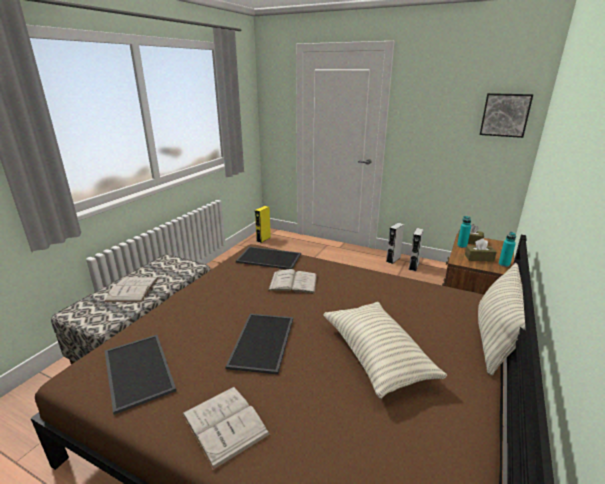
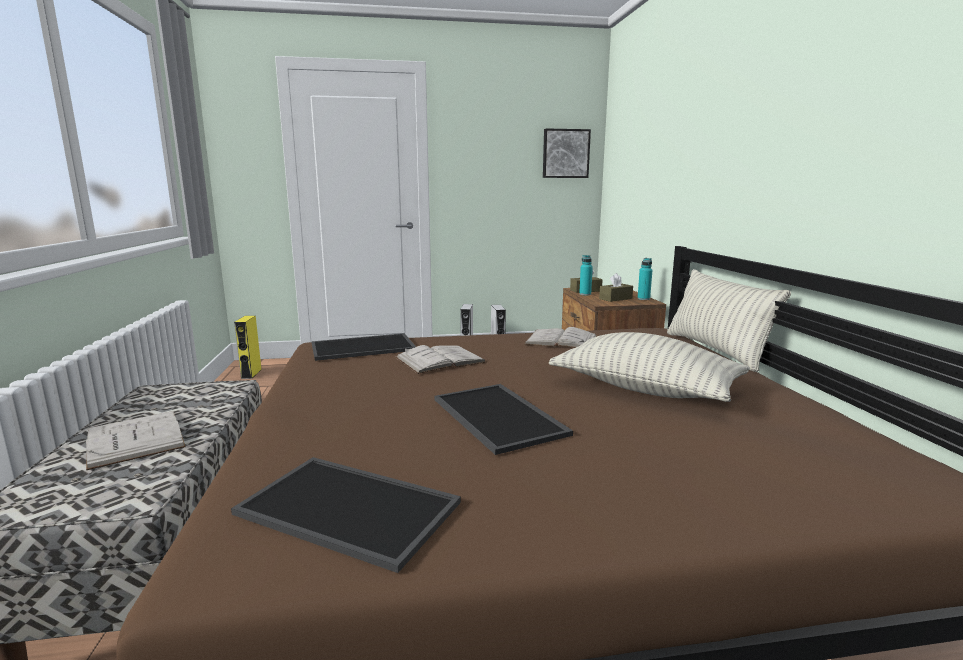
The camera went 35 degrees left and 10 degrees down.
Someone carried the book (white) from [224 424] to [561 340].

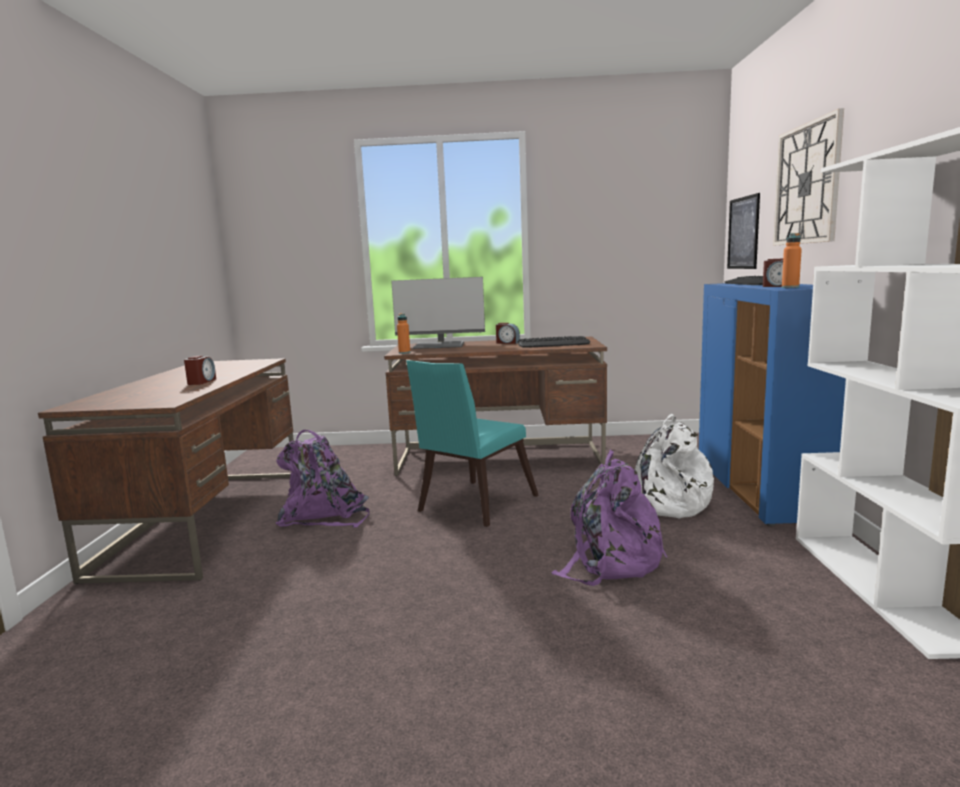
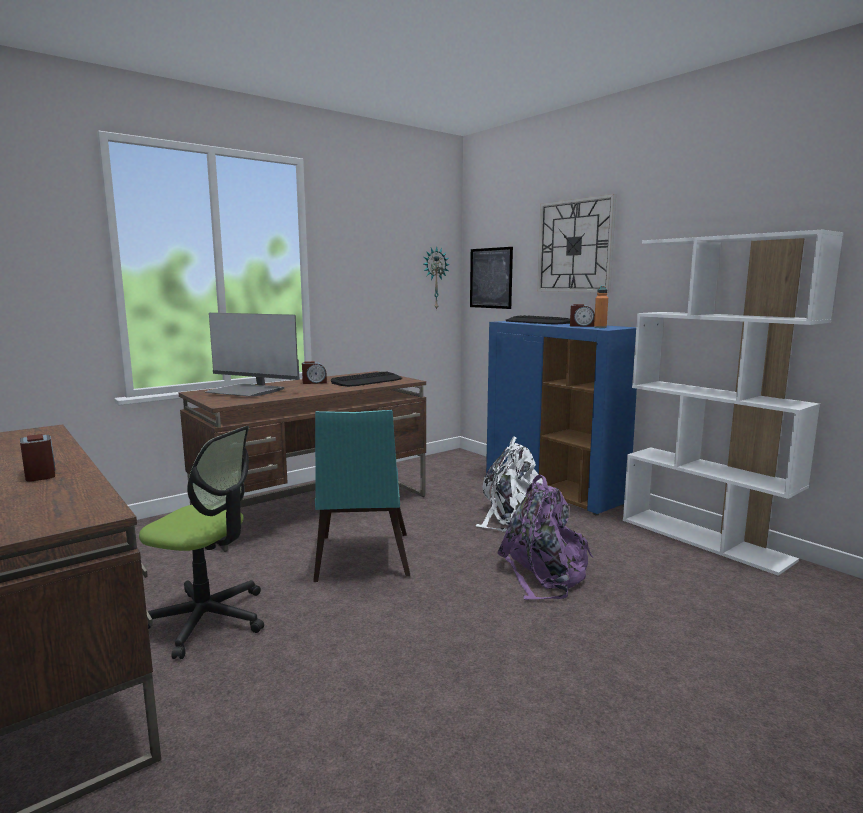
The camera went 40 degrees left and 0 degrees up.
Someone took away the bottle (orange) at [404 352].
Someone put up the wall clock at [434 278].
Someone swapped the backpack (purple) at [324 515] for the office chair at [207 620].
Someone rotated the monitor at [439 346] by 60 degrees clockwise.

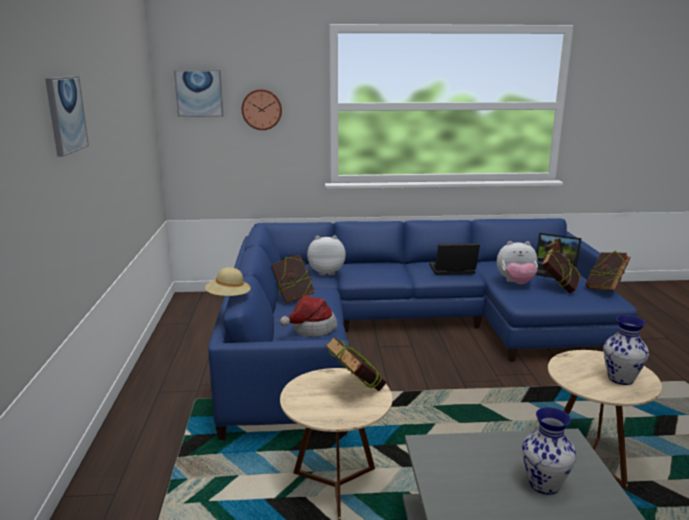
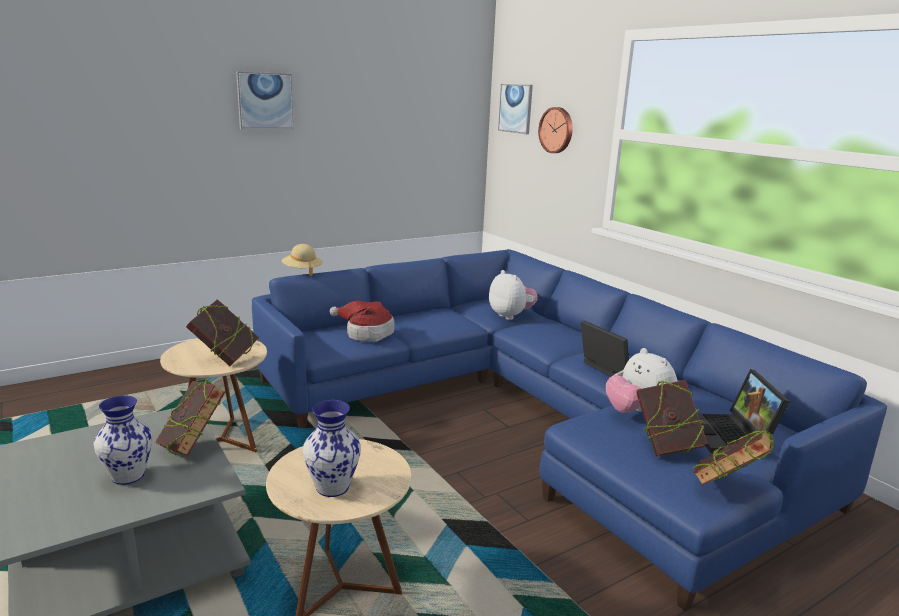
The camera went 60 degrees right and 0 degrees up.
Someone carried the book from [293 297] to [193 447].

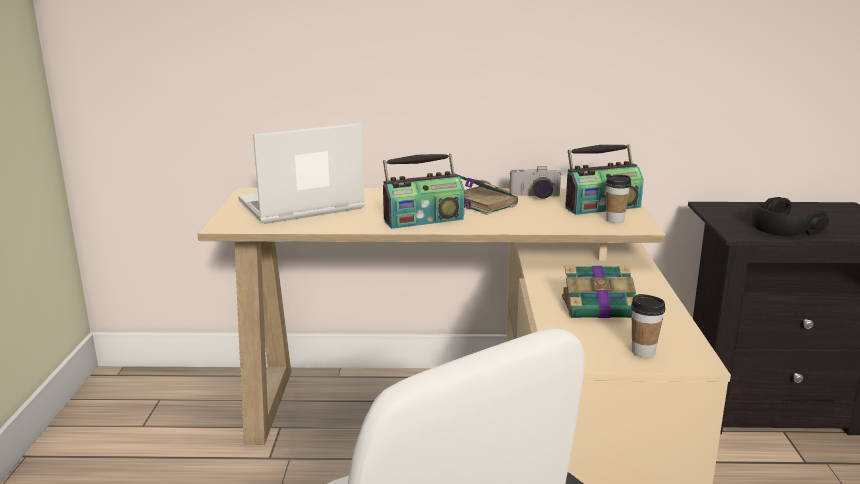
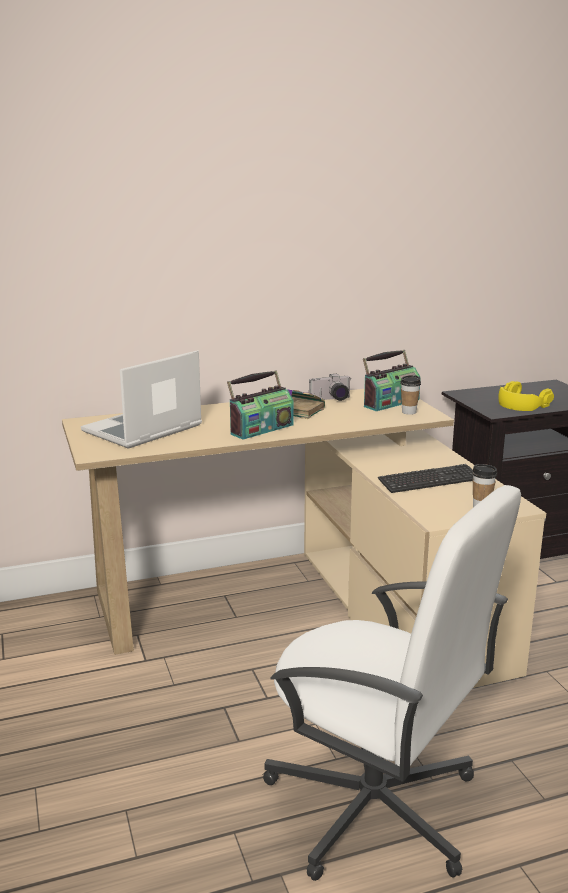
The camera went 20 degrees left and 0 degrees up.
Someone swapped the book at [600 307] for the keyboard at [429 481].
Someone repainted the headphones (black) at [783 226], which became the headphones (yellow) at [522 404].

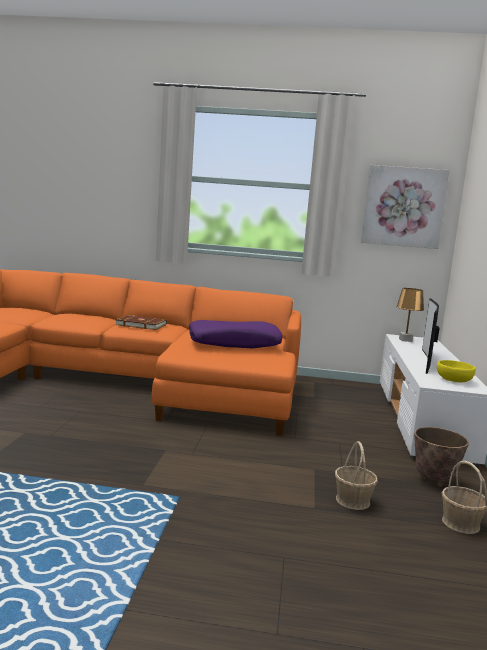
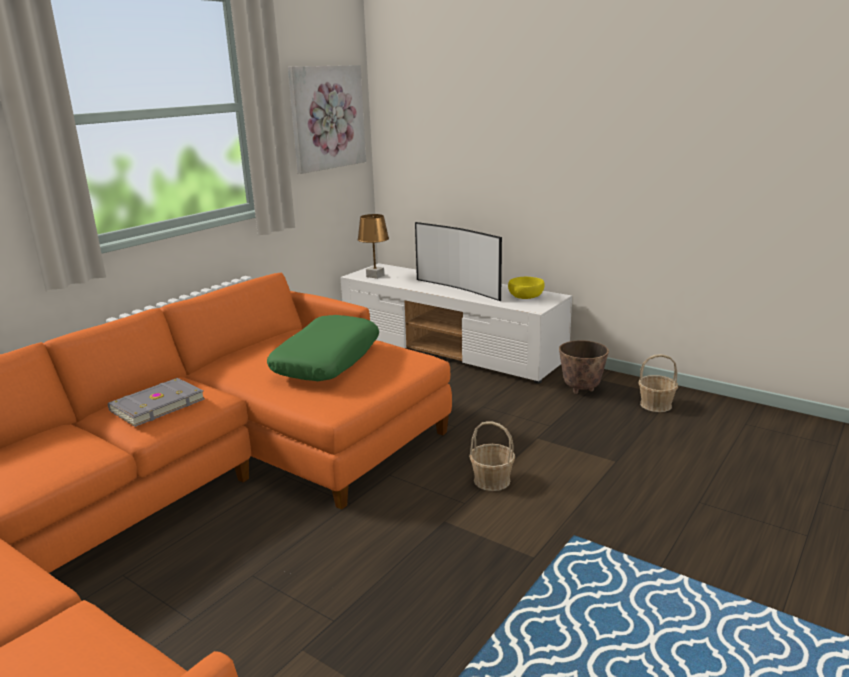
The camera went 60 degrees left and 10 degrees up.
Someone carried the basket from [353 500] to [491 480].
Someone repainted the book (brown) at [141 325], which became the book (grey) at [156 405].
Someone repainted the pillow (purple) at [234 343], which became the pillow (green) at [326 360].

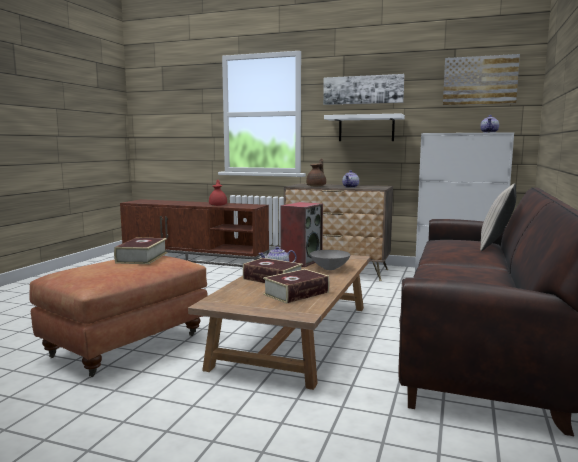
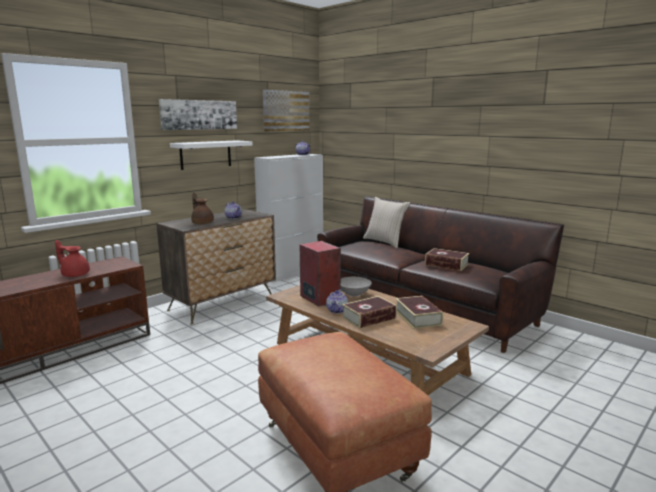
The camera went 65 degrees left and 5 degrees up.
Someone carried the book from [142 258] to [446 264].

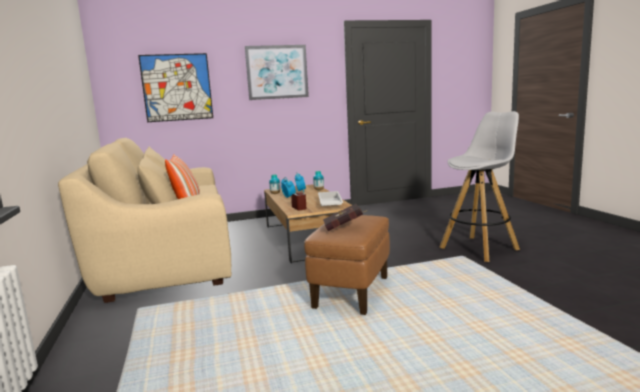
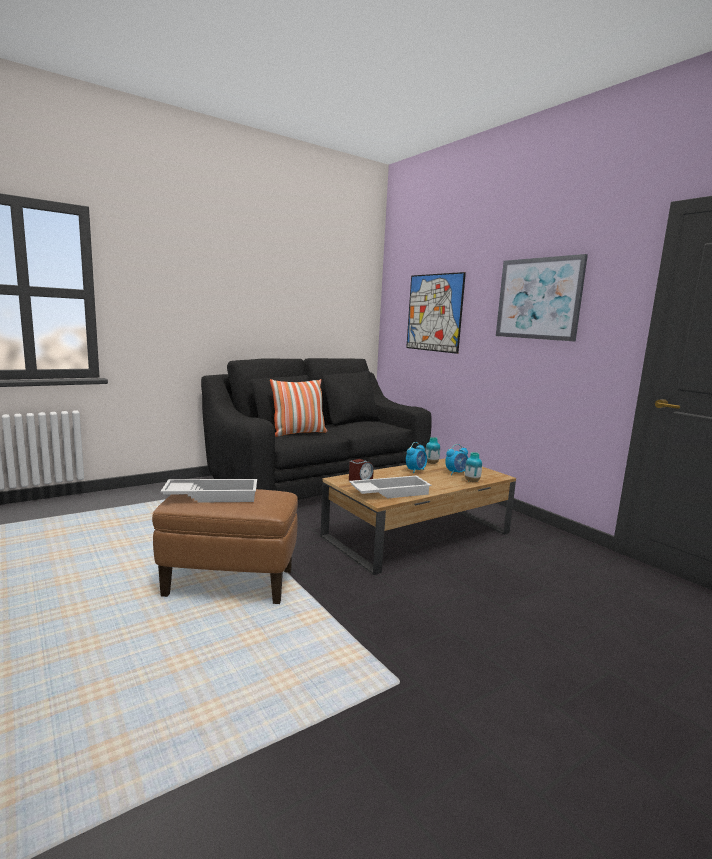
The camera went 70 degrees right and 0 degrees up.
Someone took away the stool (white) at [479 248].
Someone swapped the book (red) at [345 228] for the tray (white) at [212 496].
Someone repainted the sofa (beige) at [167 258], which became the sofa (black) at [317 481].

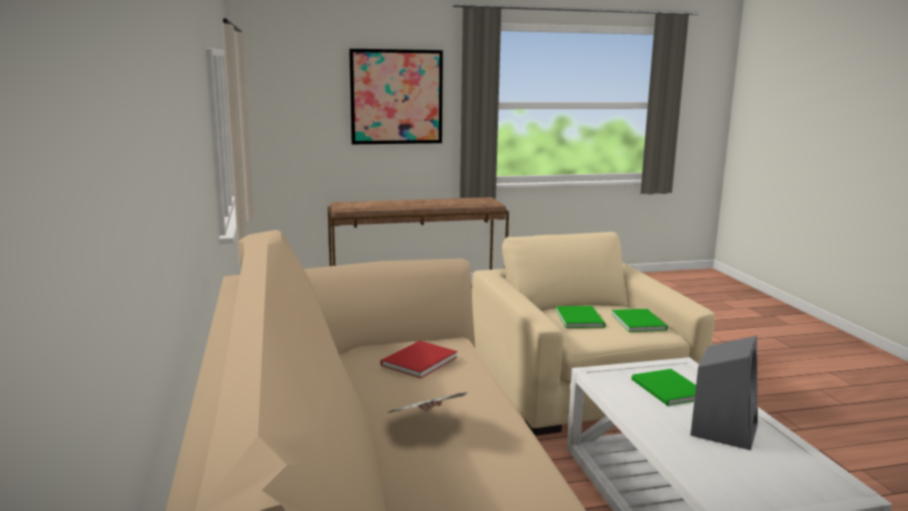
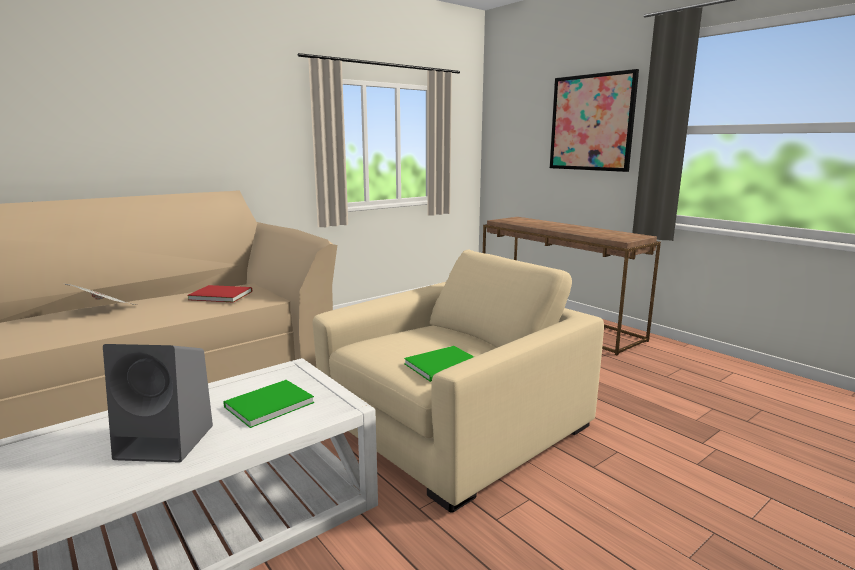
The camera went 65 degrees right and 0 degrees up.
Someone took away the book (green) at [580 318].

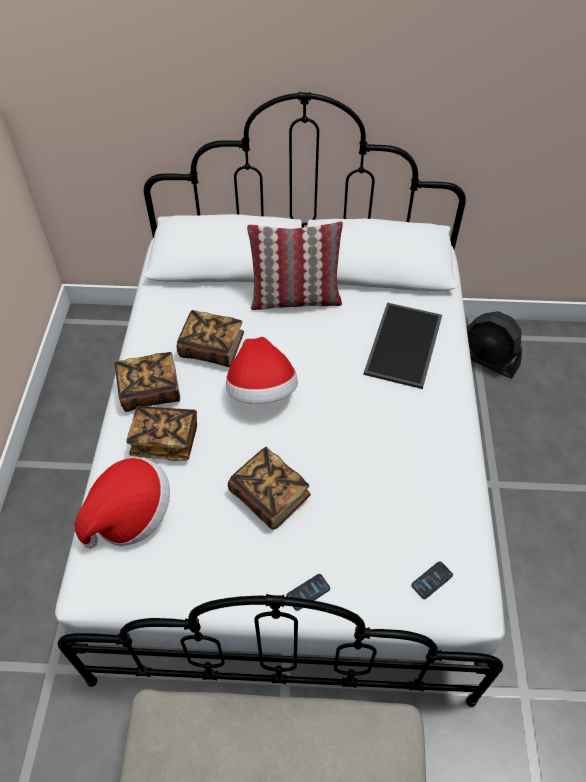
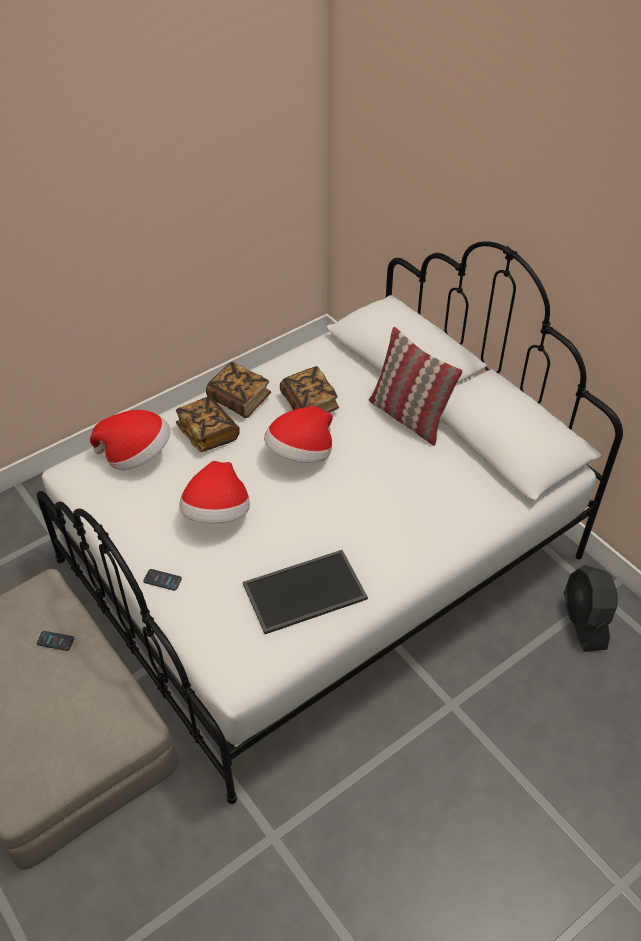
The camera went 50 degrees right and 5 degrees down.
Someone carried the tray from [405 346] to [304 593].
Someone carried the phone from [432 580] to [55 641].
Someone swapped the book at [269 496] for the hat at [217 514].

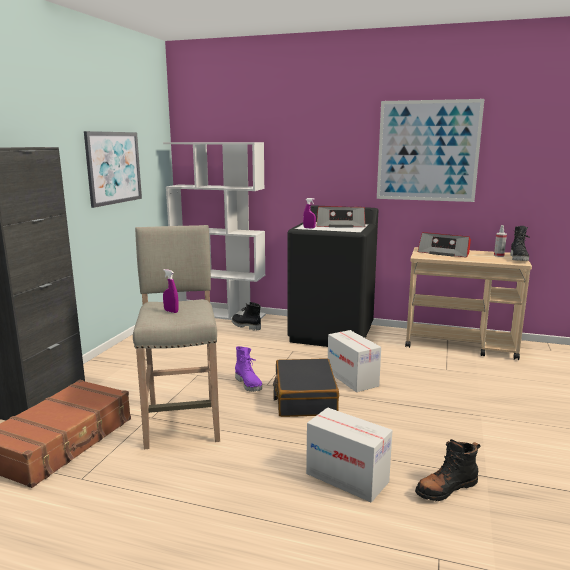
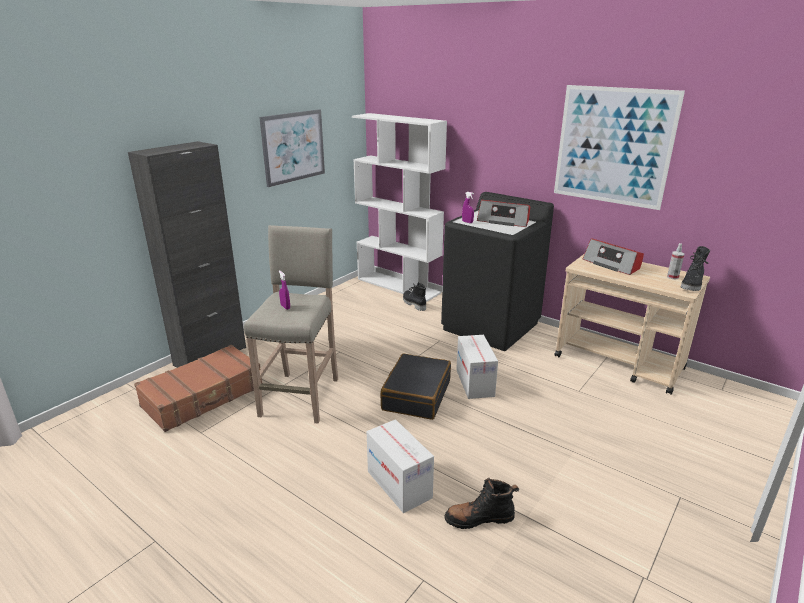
The camera went 20 degrees right and 10 degrees up.
Someone took away the boot (purple) at [249 384].

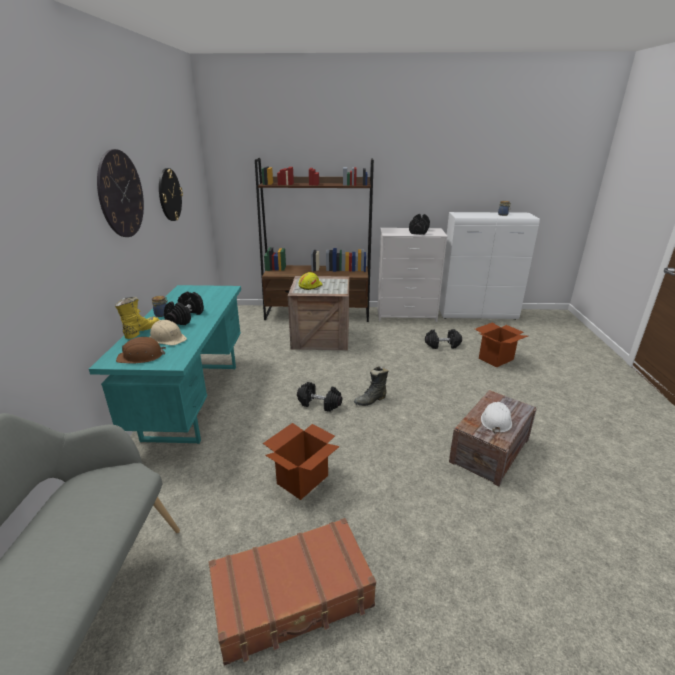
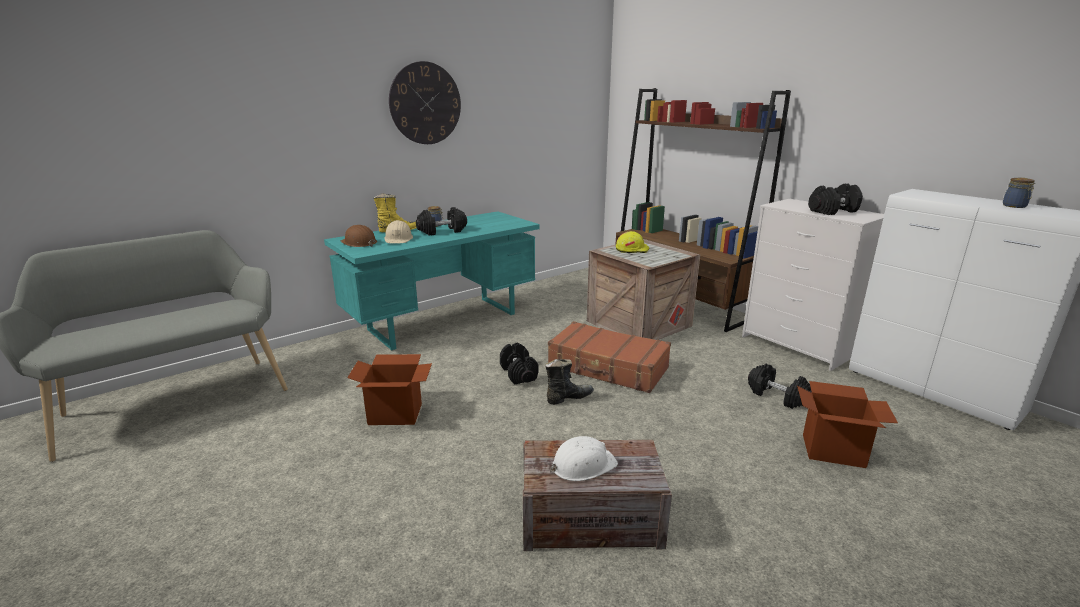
The camera went 50 degrees right and 5 degrees down.
Someone took away the wall clock at [169 195].
Someone carried the suitcase (brown) from [293 597] to [608 368].
Someone rotated the boot (black) at [371 400] by 135 degrees clockwise.

